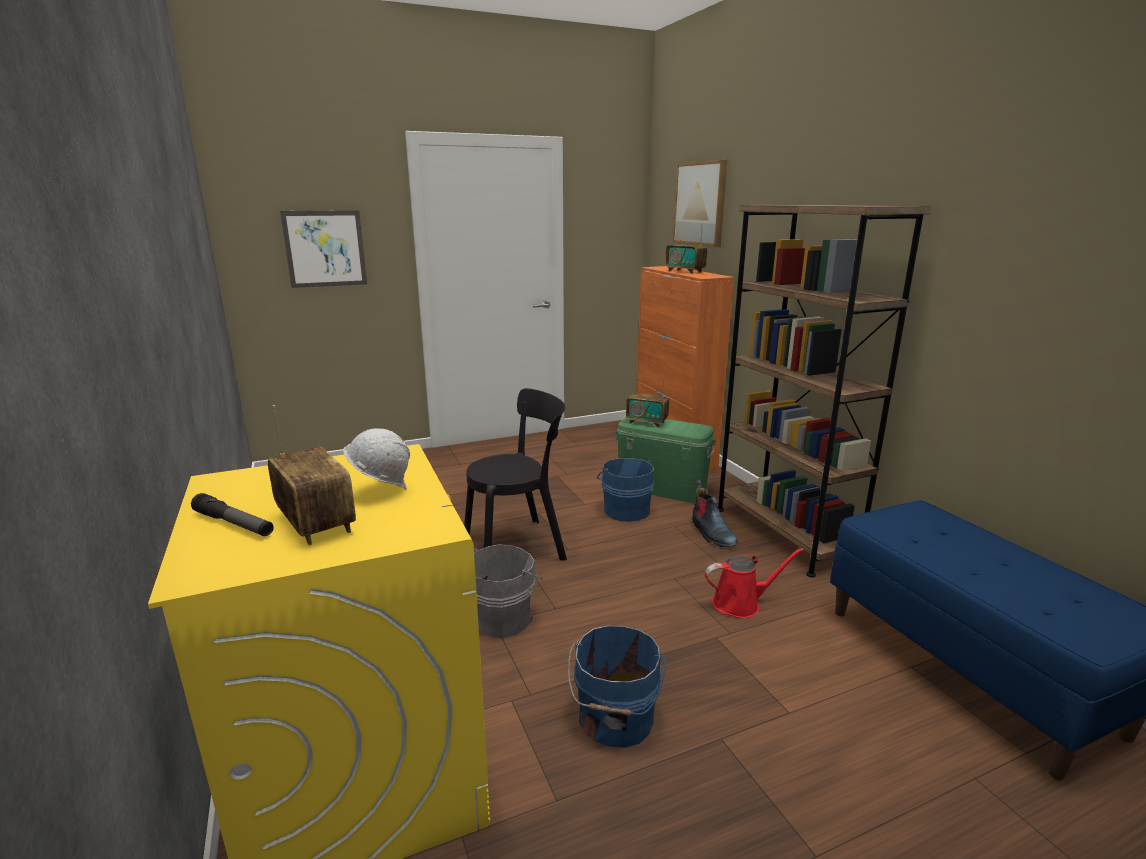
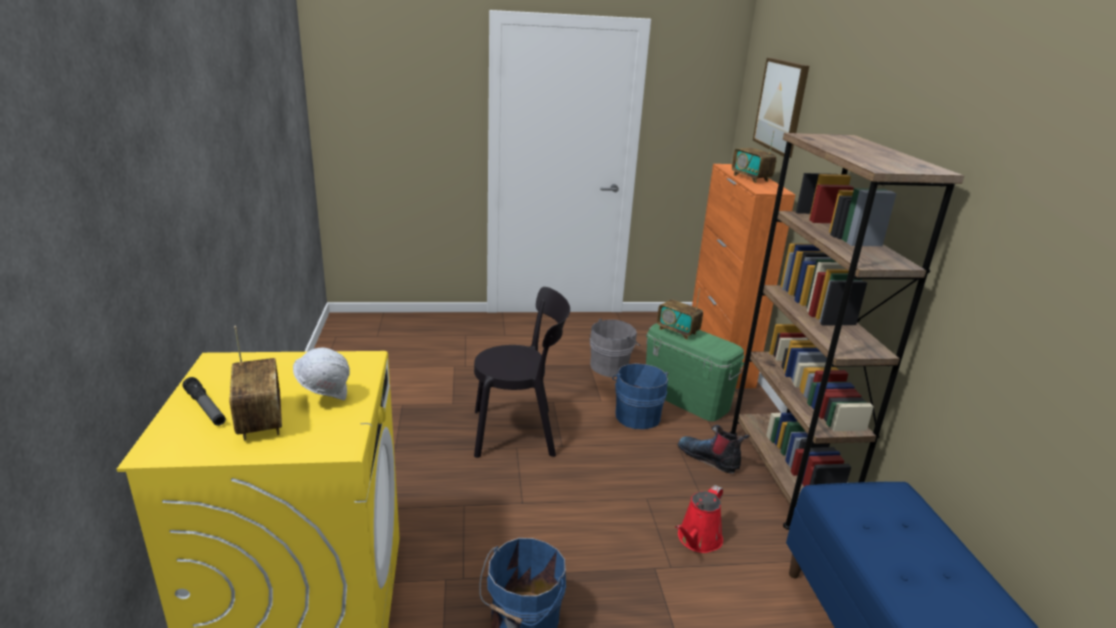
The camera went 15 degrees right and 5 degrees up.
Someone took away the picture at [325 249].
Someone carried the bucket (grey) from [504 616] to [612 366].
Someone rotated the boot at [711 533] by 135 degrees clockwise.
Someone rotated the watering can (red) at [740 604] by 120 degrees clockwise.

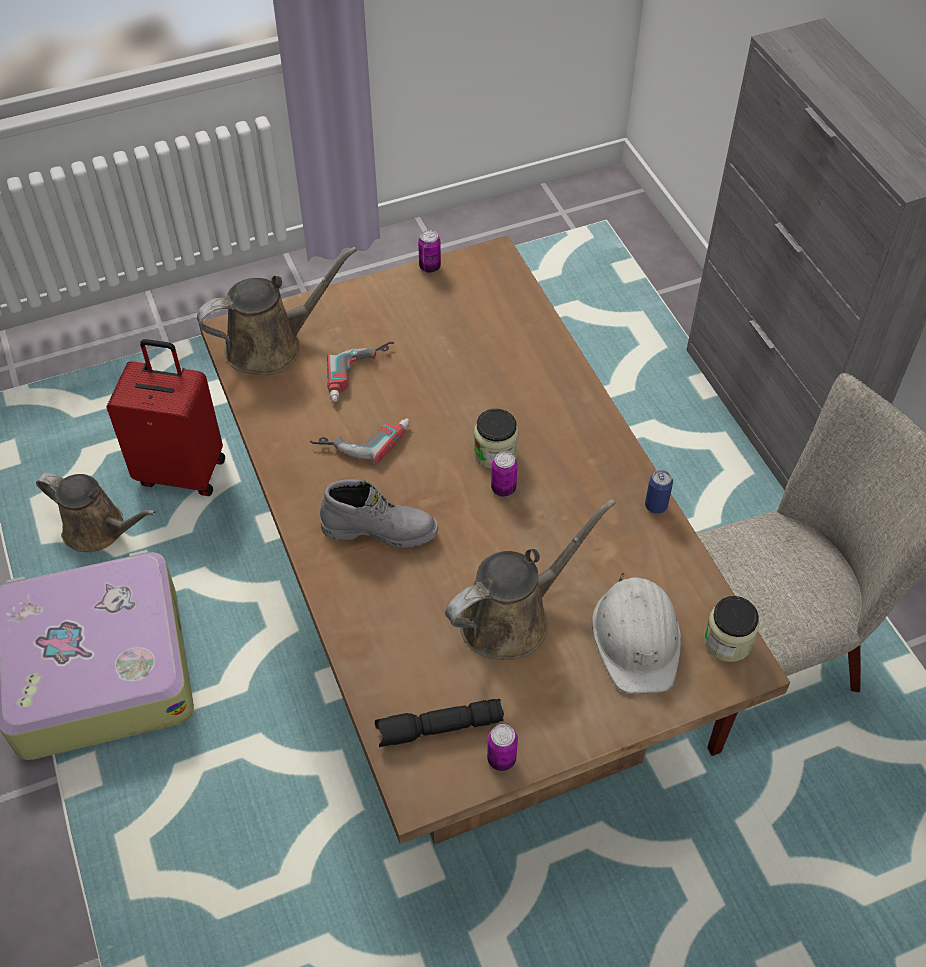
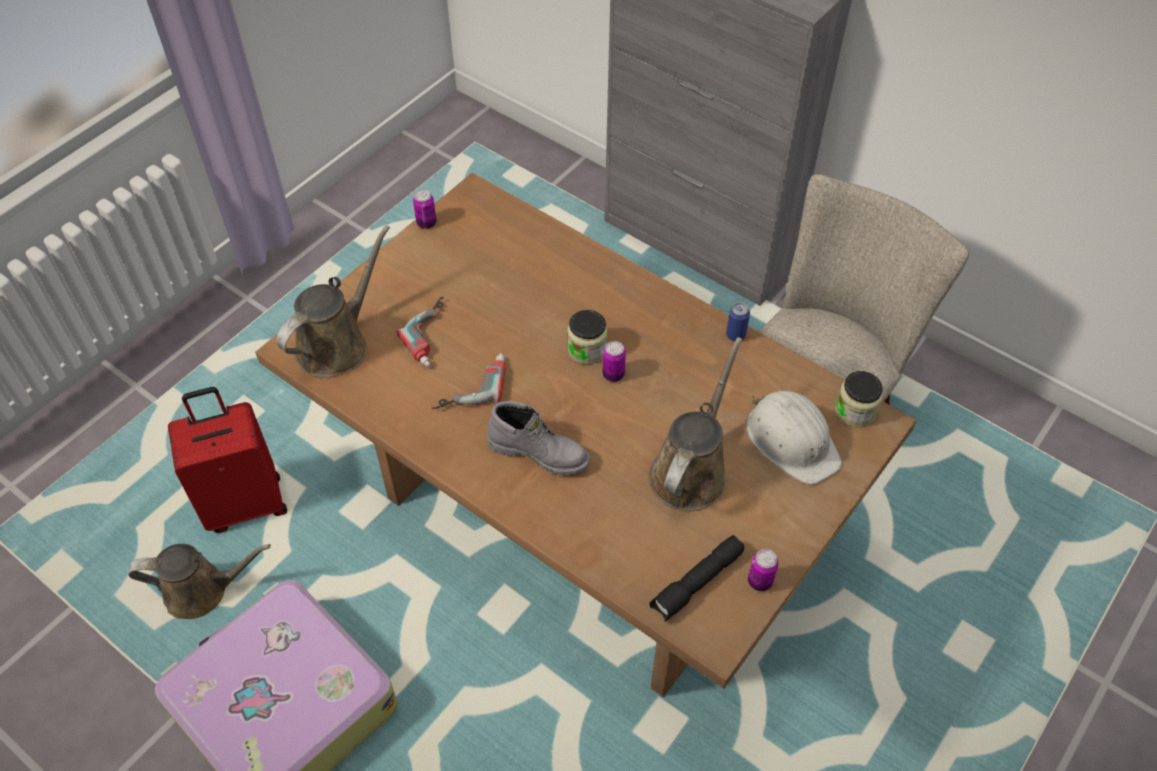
The camera went 30 degrees left and 0 degrees up.
Someone rotated the boot (grey) at [380 528] by 45 degrees clockwise.

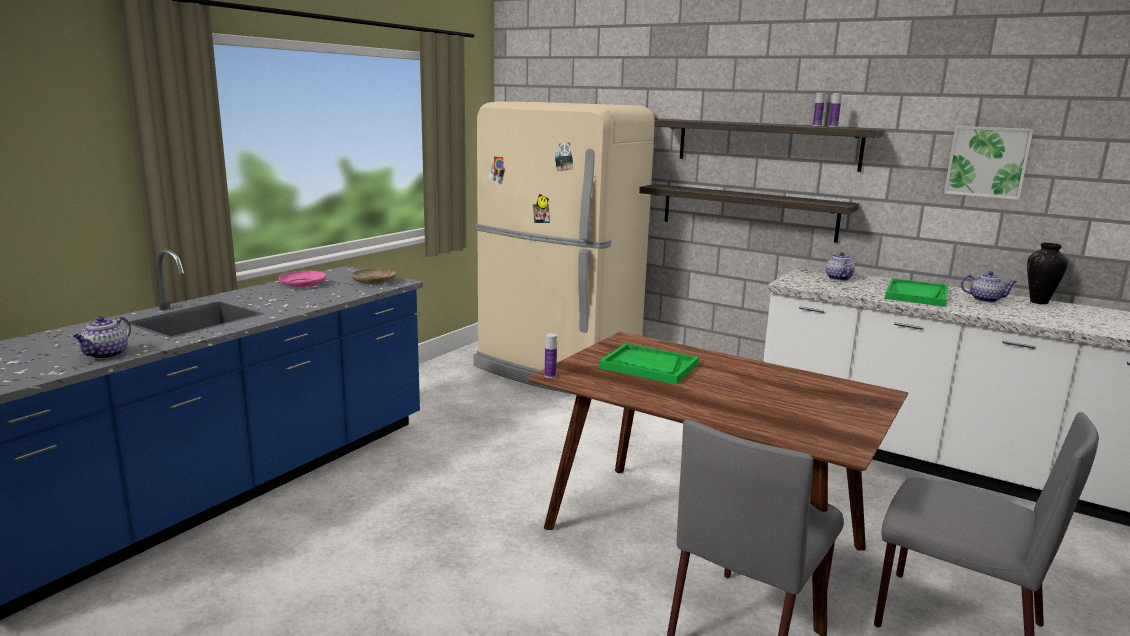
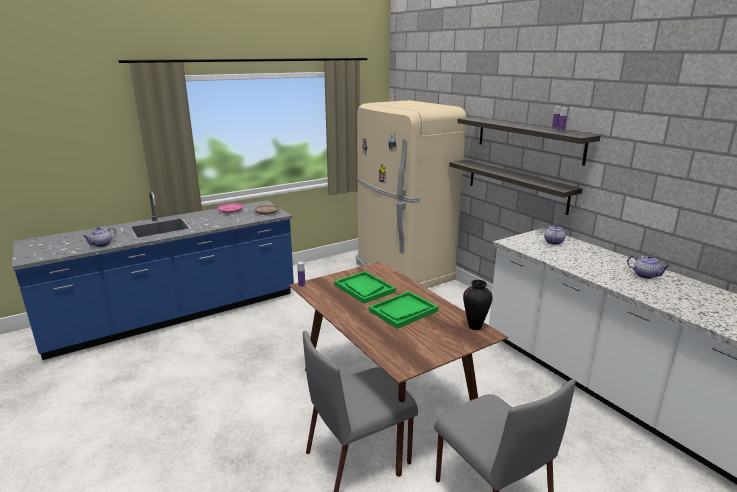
The camera went 25 degrees right and 5 degrees up.
Someone took away the picture at [987 162].
Someone carried the tray (green) from [916 295] to [403 311].
Someone carried the vase from [1038 302] to [474 327].

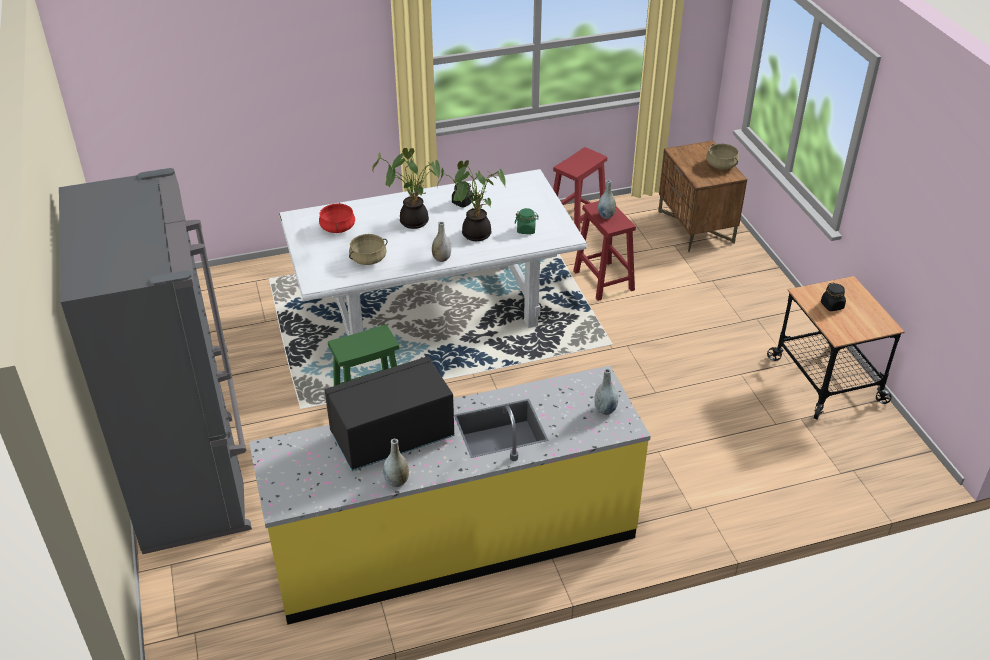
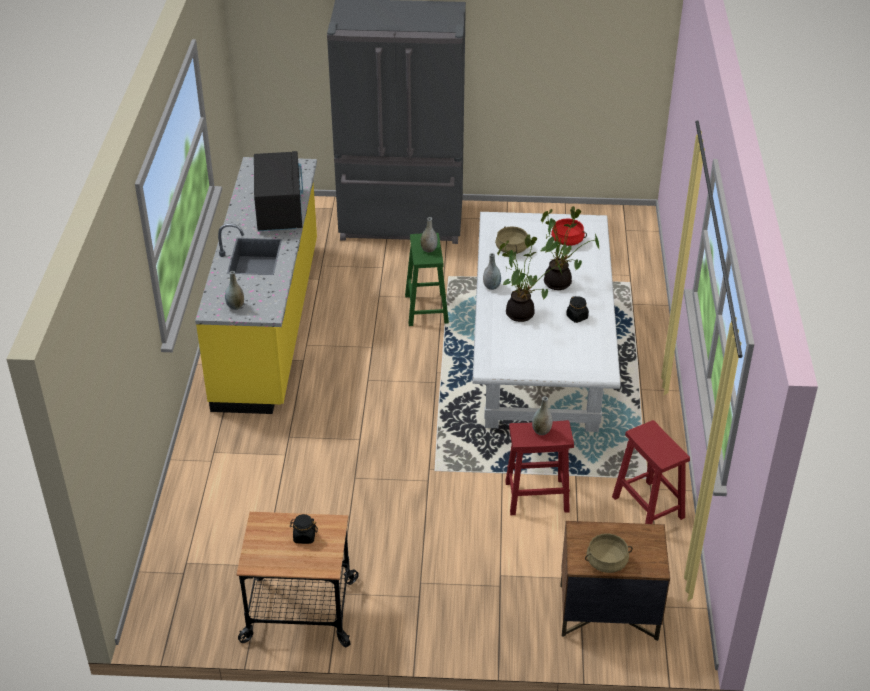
The camera went 110 degrees right and 0 degrees up.
Someone took away the jar (green) at [526 230].
Someone carried the vase (grey) from [397 481] to [429 249].

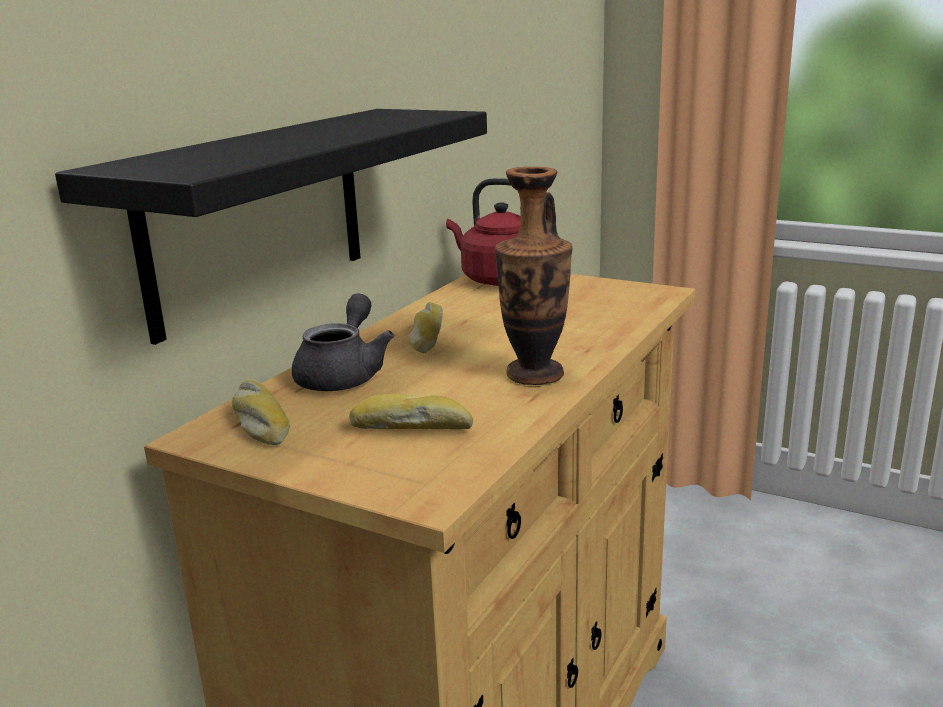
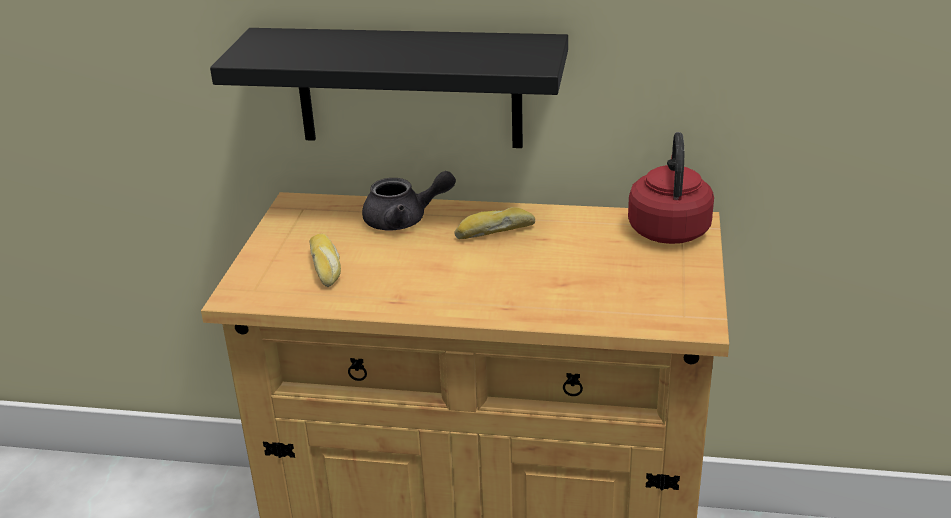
The camera went 70 degrees right and 10 degrees up.
Someone took away the bread at [258 424].
Someone took away the vase at [534 374].

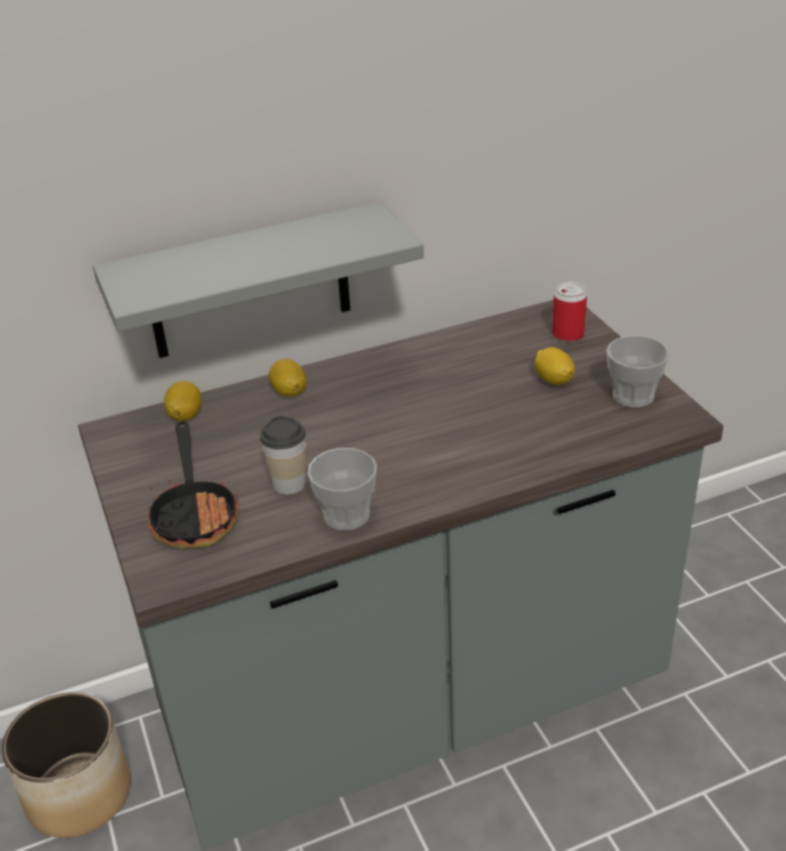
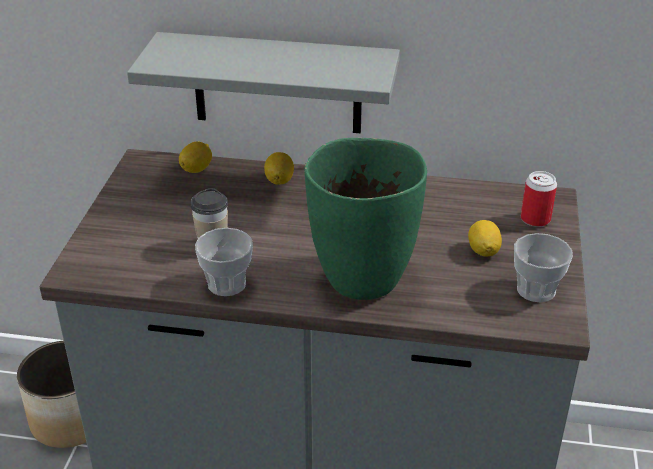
The camera went 30 degrees right and 0 degrees up.
Someone took away the frying pan at [195 513].
Someone put down the vase (green) at [361 278].

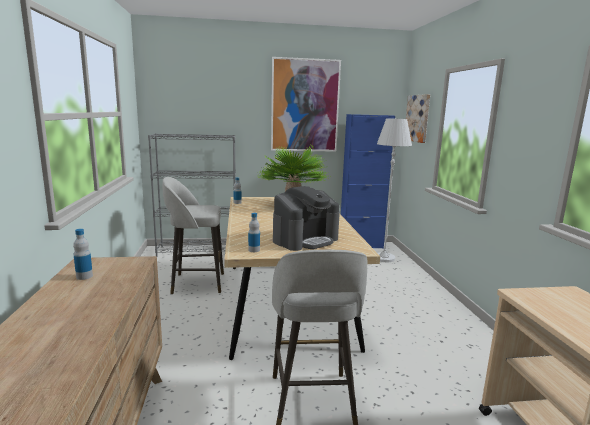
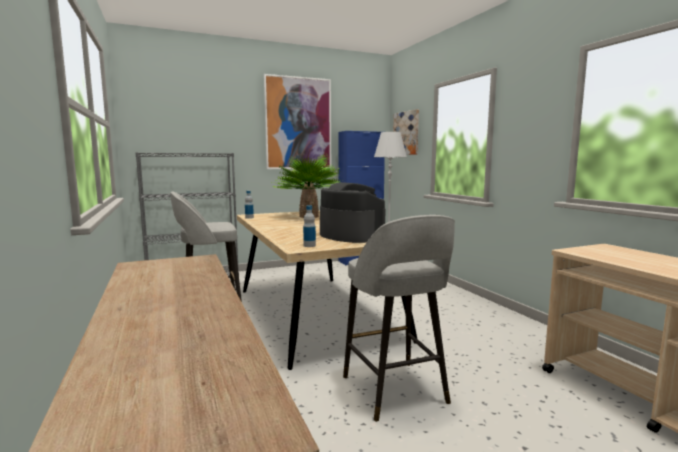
The camera went 15 degrees left and 5 degrees down.
Someone took away the bottle at [84 276].
Someone rotated the coffee machine at [305 240] by 75 degrees counterclockwise.

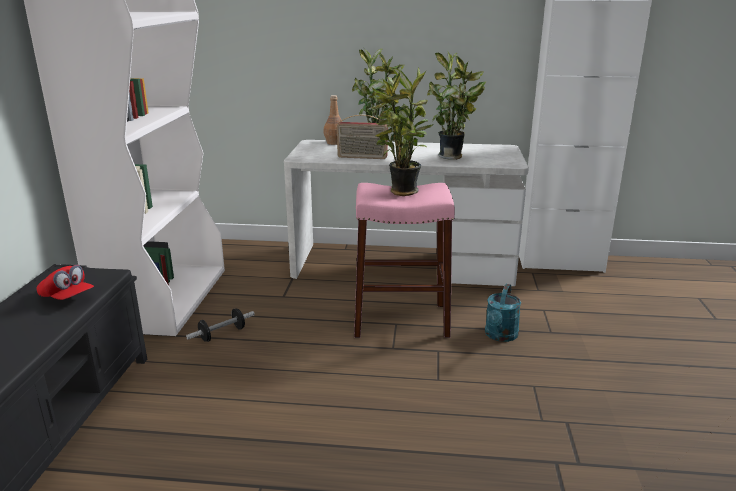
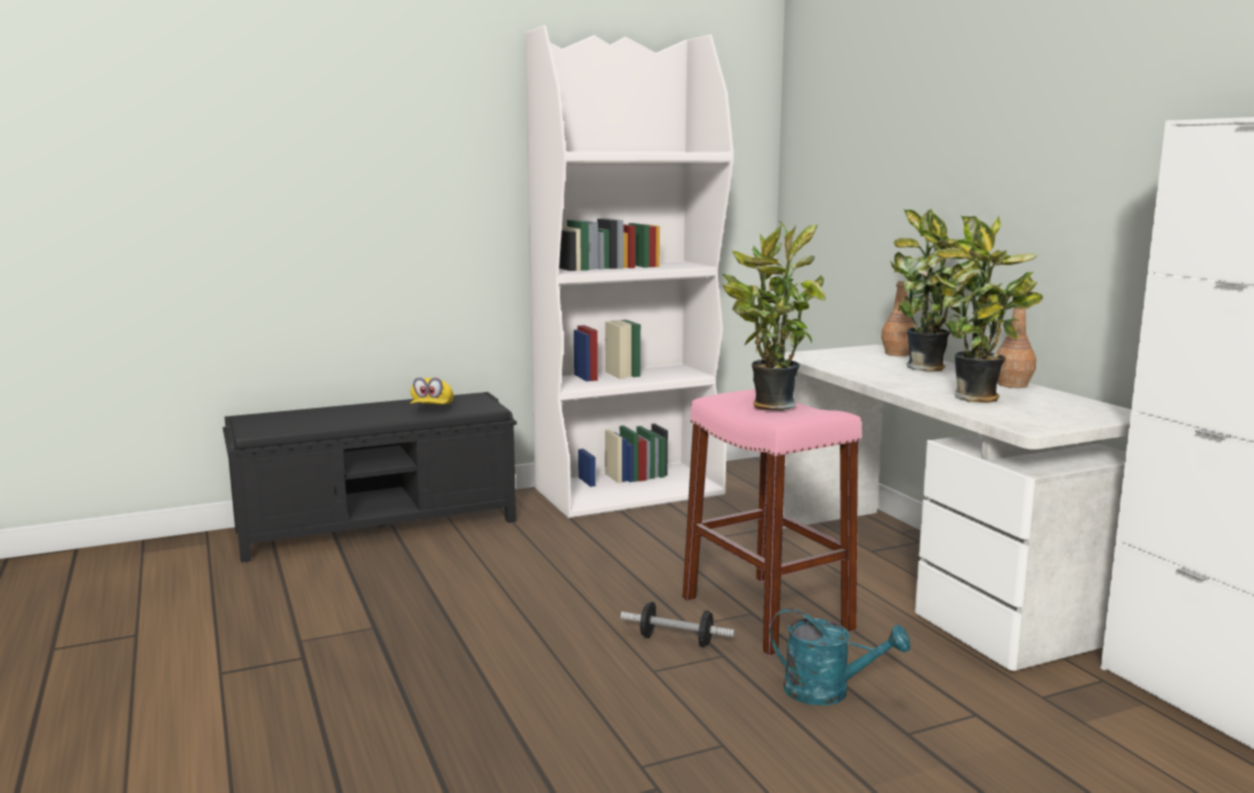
The camera went 60 degrees right and 10 degrees down.
Someone took away the radio at [362 157].
Someone put down the bottle (brown) at [1013 384].
Someone carried the dumbbell from [222 334] to [676 640].
Someone repainted the cap (red) at [67 297], which became the cap (yellow) at [432 410].
Someone rotated the watering can (turquoise) at [500 336] by 150 degrees counterclockwise.

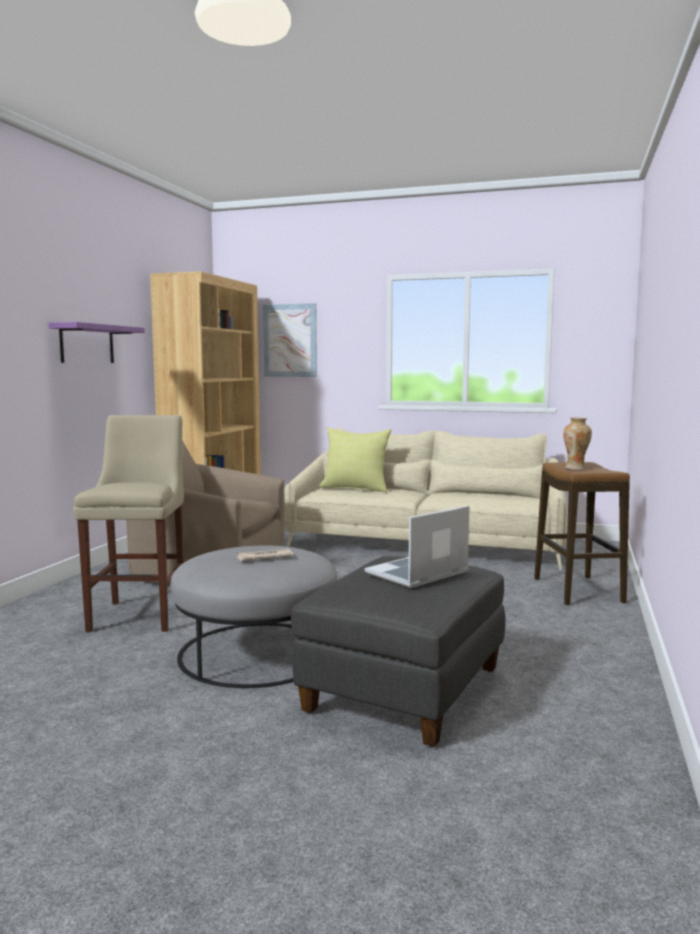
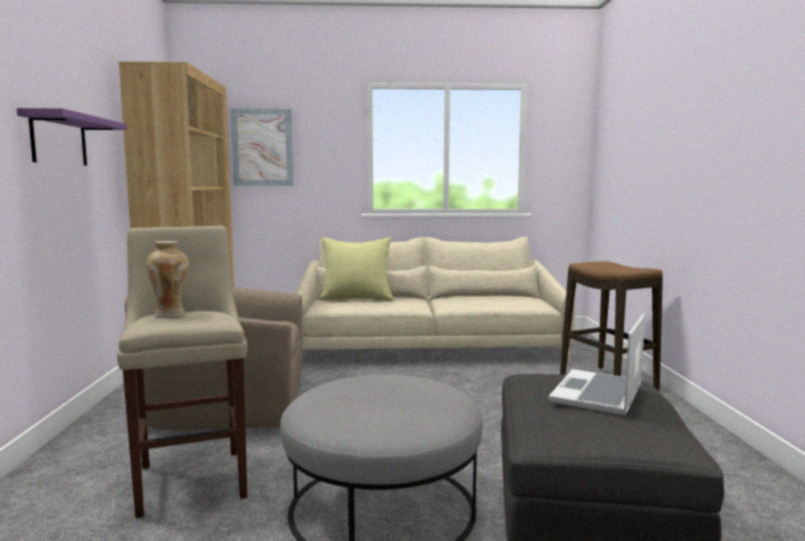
The camera went 20 degrees left and 0 degrees up.
Someone took away the newspaper at [263 557].
Someone carried the vase from [575 468] to [170 314].

